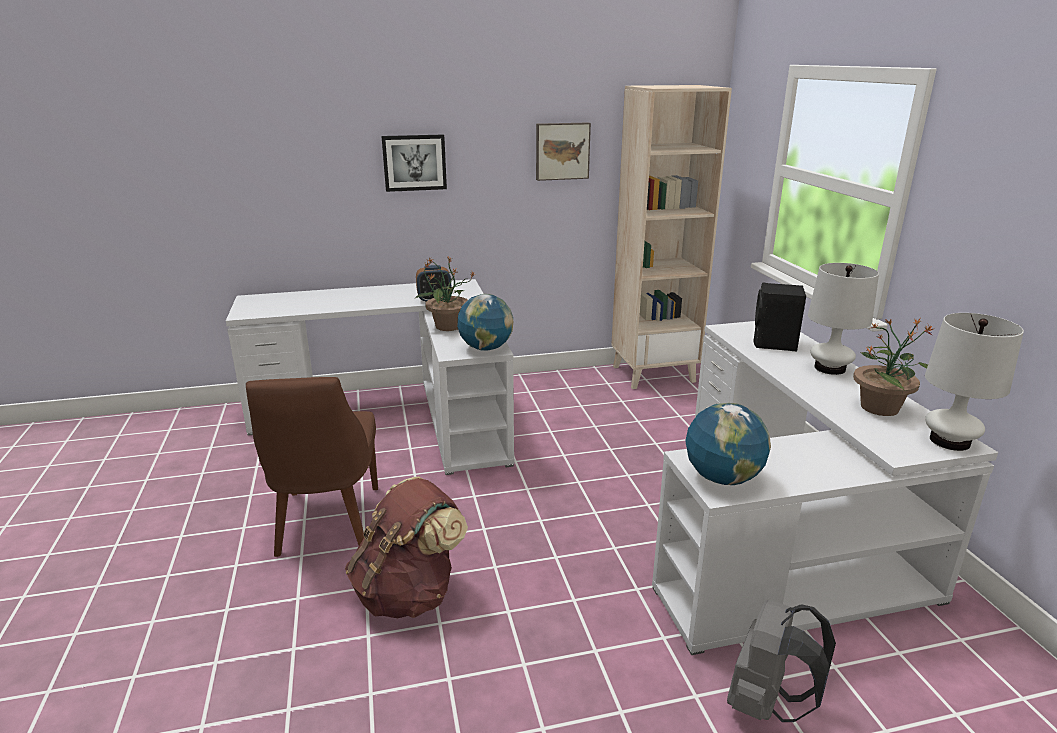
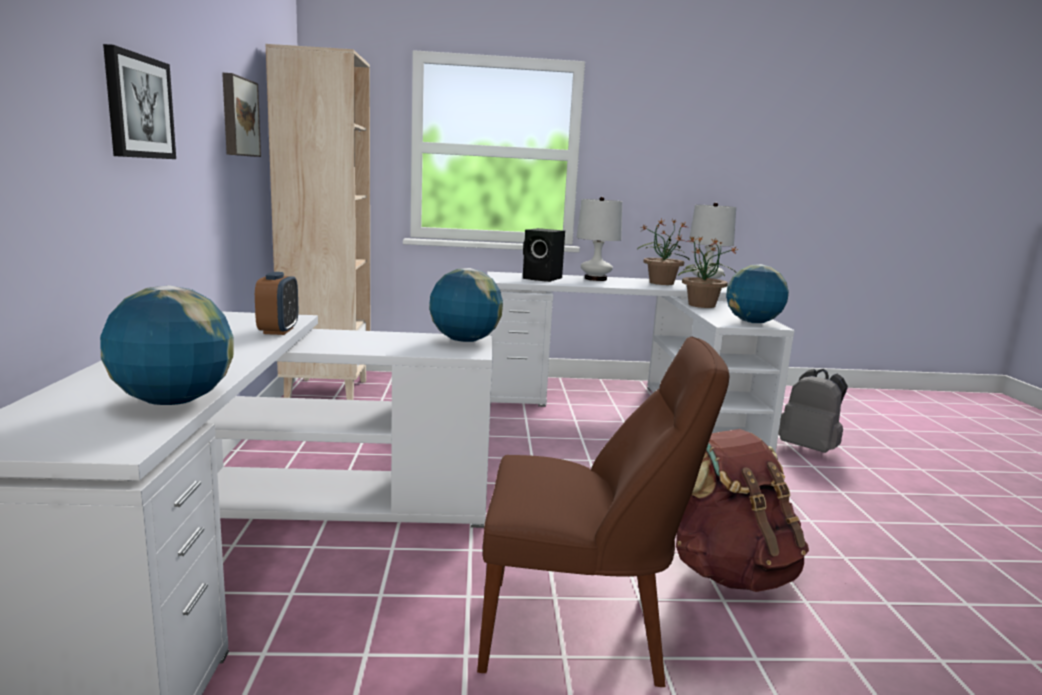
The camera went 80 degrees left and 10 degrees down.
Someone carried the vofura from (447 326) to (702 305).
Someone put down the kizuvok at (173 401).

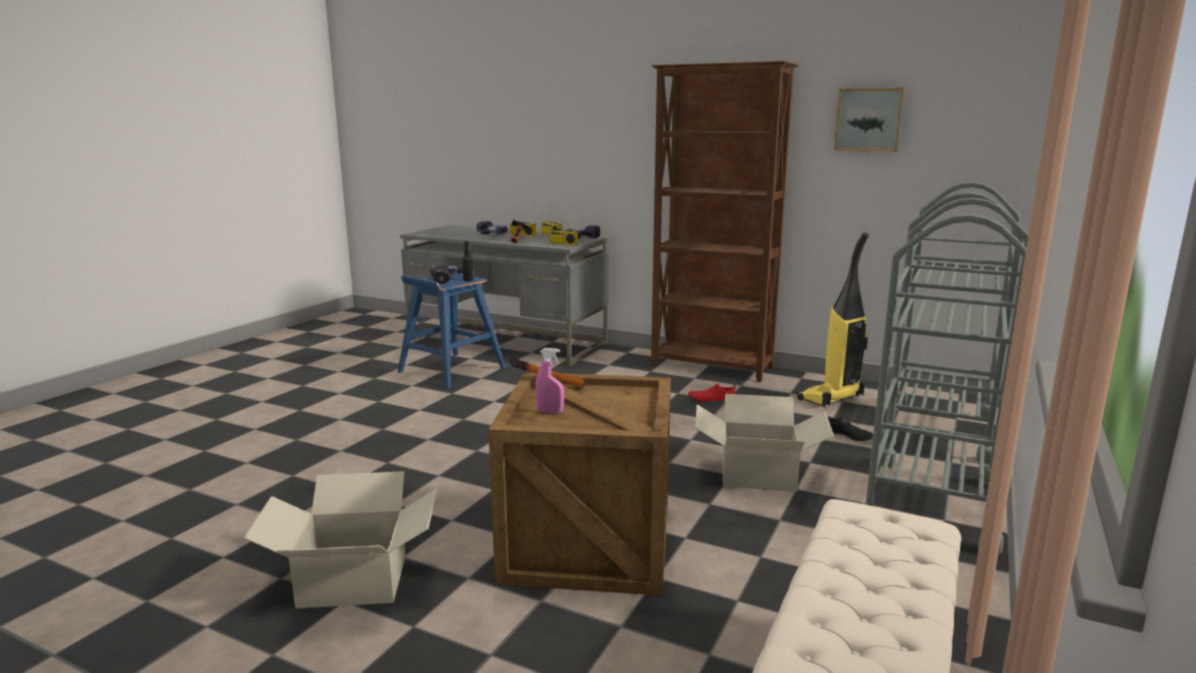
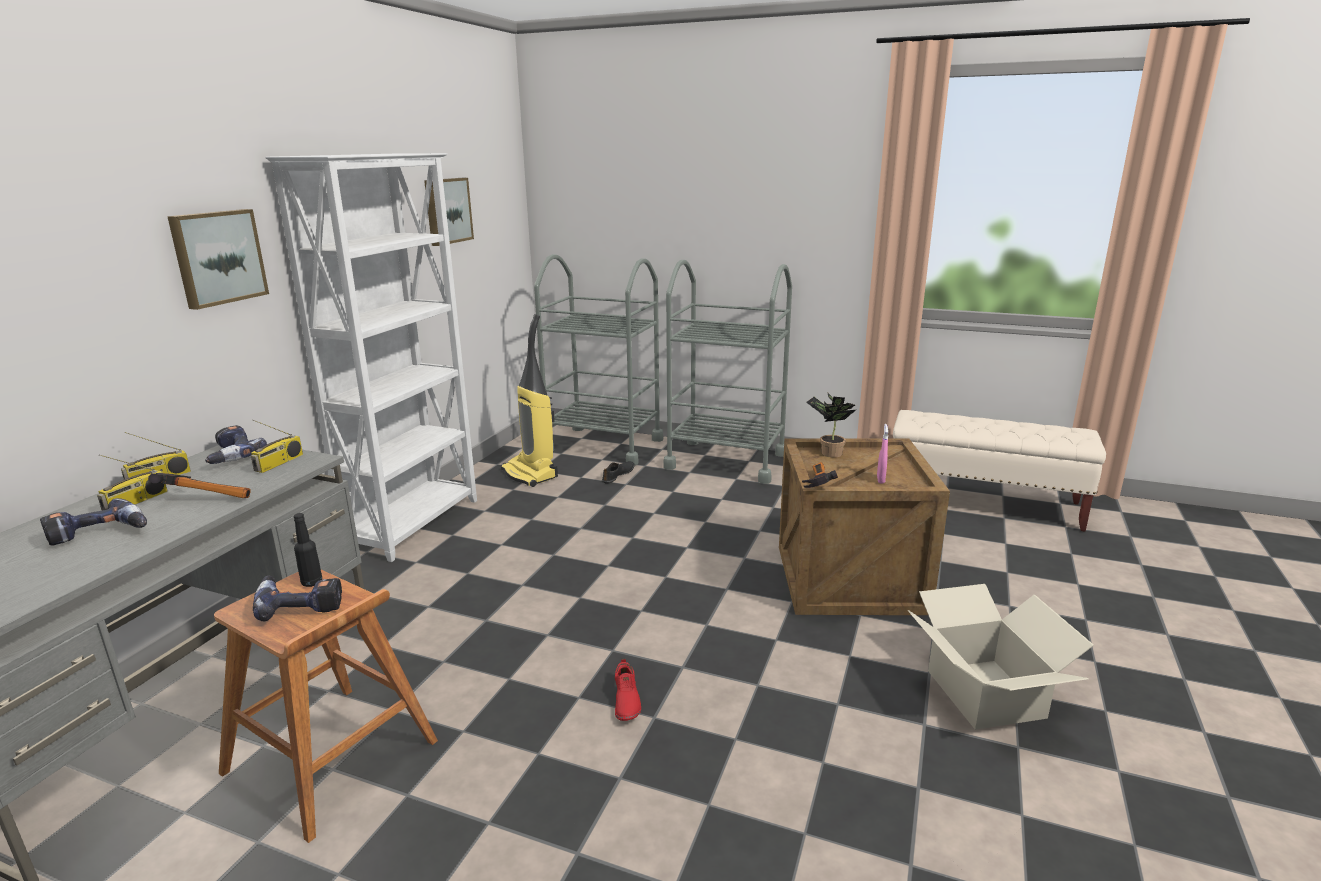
The camera went 95 degrees left and 5 degrees up.
Someone repainted the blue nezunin at (450 370), which became the brown nezunin at (332 758).
Someone repainted the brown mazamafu at (712 367), which became the white mazamafu at (416 524).
Someone carried the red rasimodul from (712 400) to (626 701).
Someone took away the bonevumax at (758 475).
Someone put up the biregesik at (217 257).
Someone put down the vofura at (828 453).

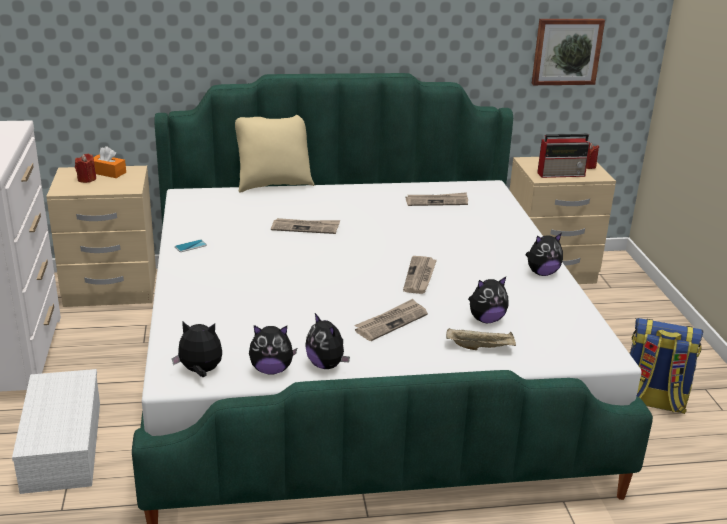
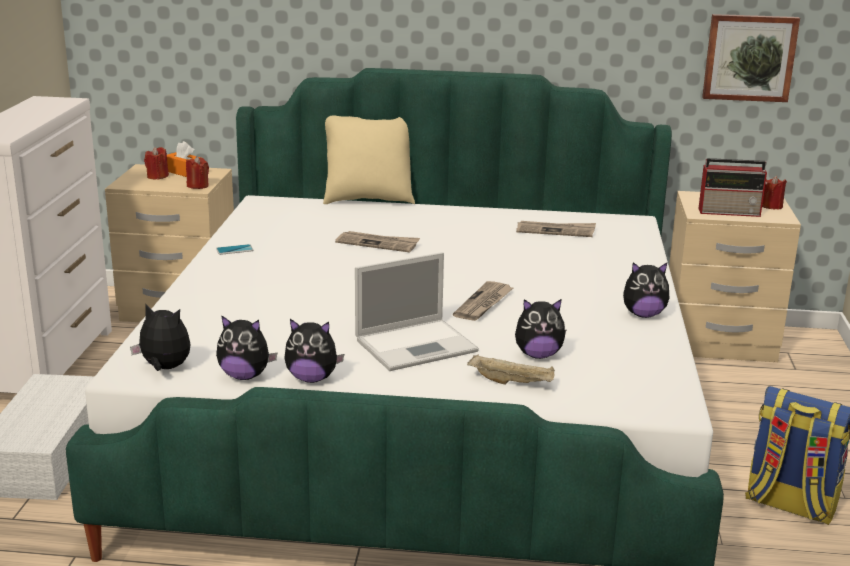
The camera went 15 degrees right and 5 degrees down.
Someone rotated the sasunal at (326 365) by 60 degrees counterclockwise.
Someone swapped the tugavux at (391 322) for the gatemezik at (418 345).
Someone put down the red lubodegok at (198 186).

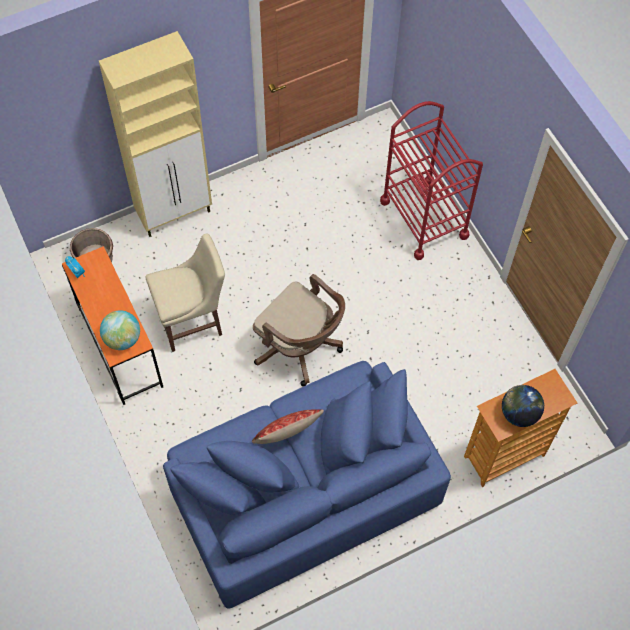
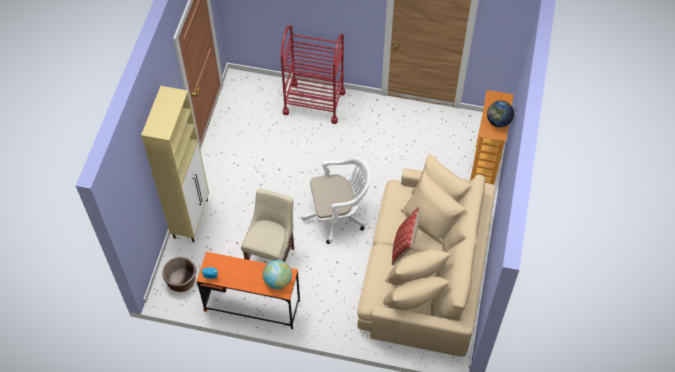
The camera went 50 degrees left and 5 degrees down.
Someone repainted the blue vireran at (302 490), which became the beige vireran at (424 273).
Someone repainted the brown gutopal at (300 348), which became the white gutopal at (338 215).

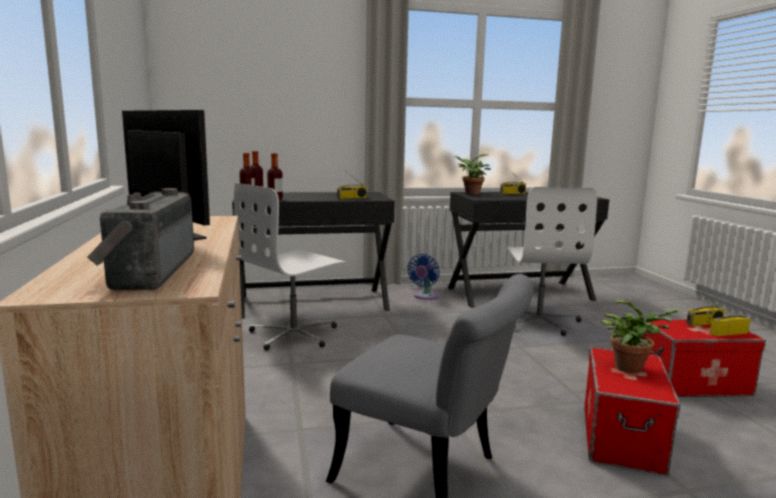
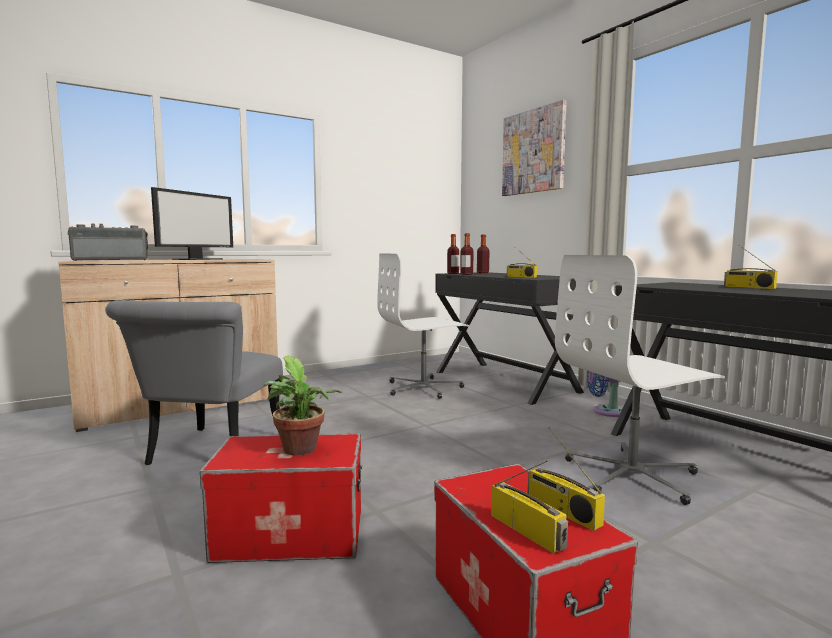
The camera went 70 degrees right and 5 degrees down.
Someone rotated the white gutopal at (294 334) by 45 degrees counterclockwise.
Someone took away the vofura at (470 193).
Someone put up the biregesik at (533 151).

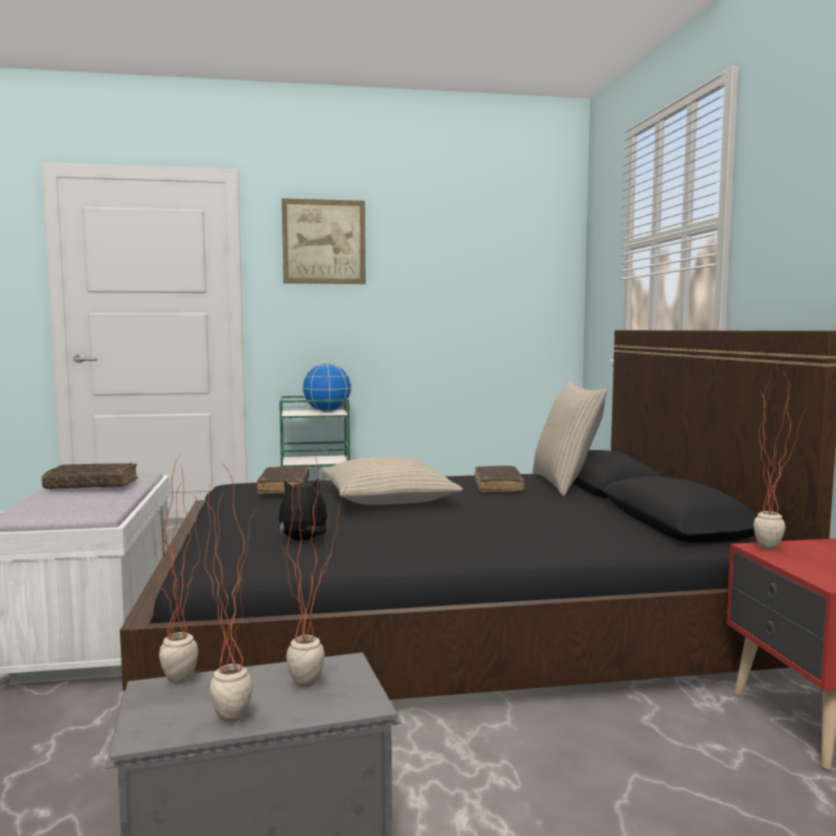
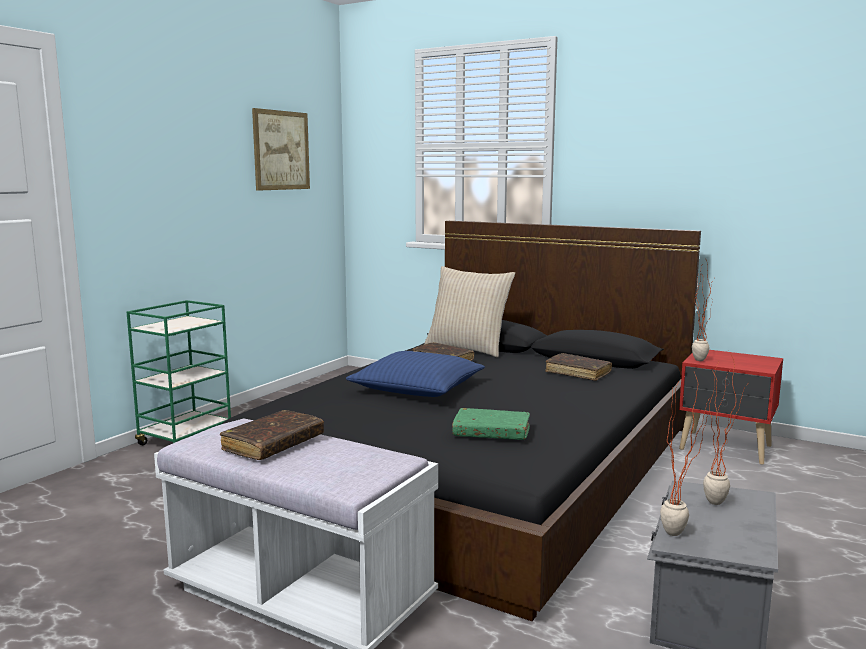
The camera went 50 degrees left and 5 degrees up.
Someone took away the vofura at (236 712).
Someone carried the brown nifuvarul from (284 488) to (578 373).
Someone swapped the sasunal at (304 541) for the green nifuvarul at (491 433).
Someone carried the biregesik from (324 242) to (281 150).
Someone took away the kizuvok at (327 412).
Someone repainted the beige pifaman at (387 498), which became the blue pifaman at (417 388).

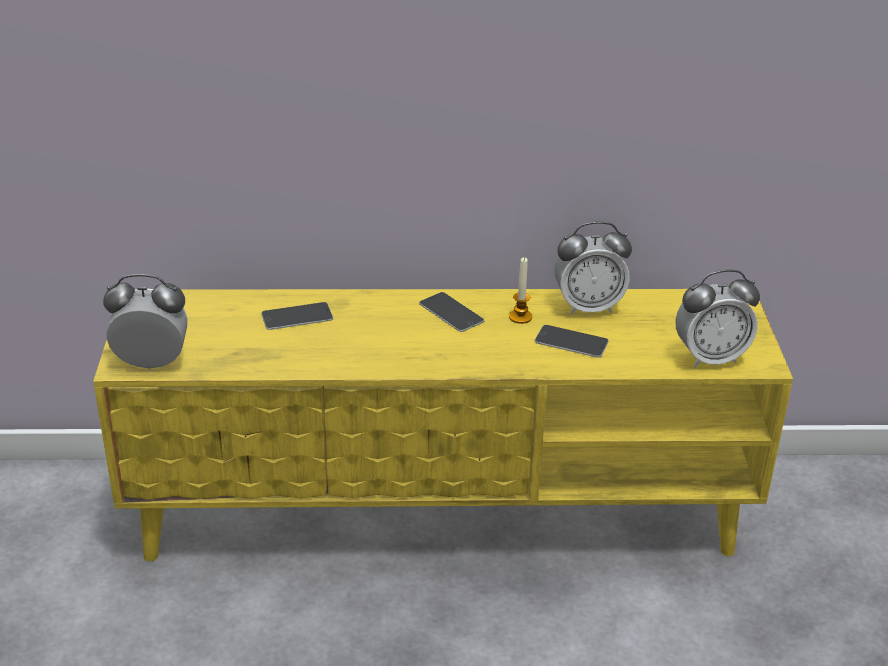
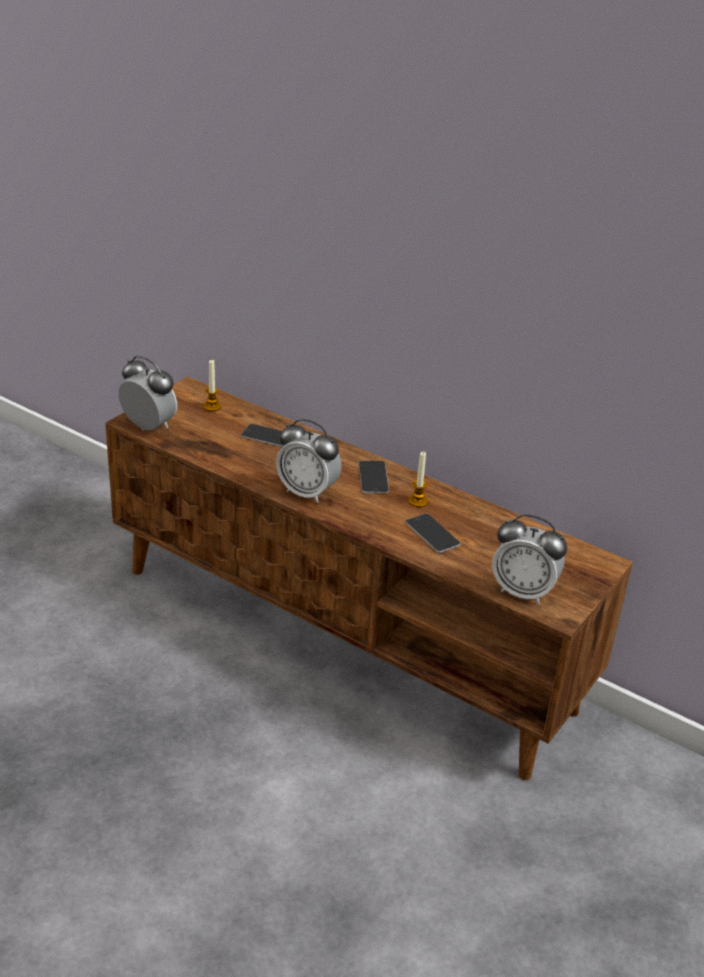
The camera went 35 degrees right and 0 degrees up.
Someone repainted the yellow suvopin at (442 511), which became the brown suvopin at (344 637).
Someone carried the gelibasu from (588 307) to (307 492).
Someone put down the lubodegok at (212 406).

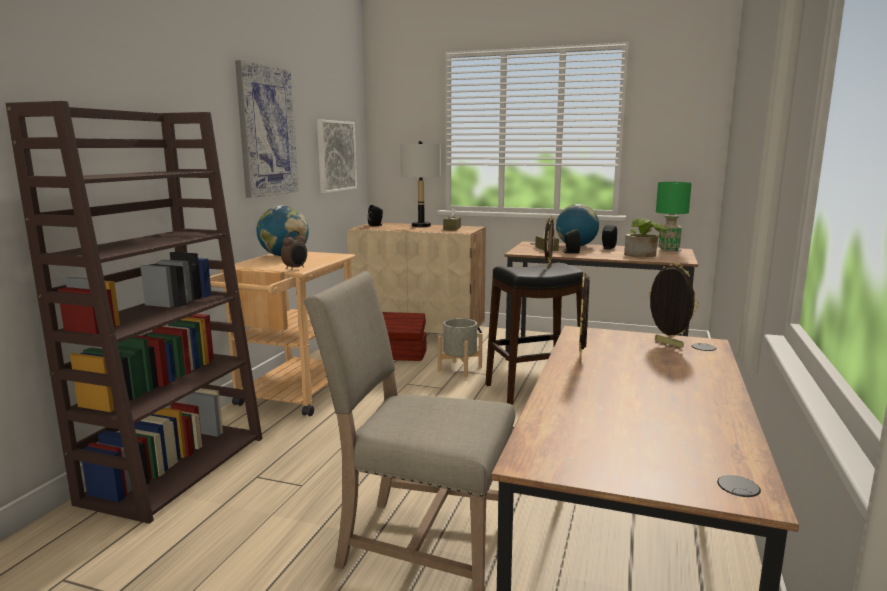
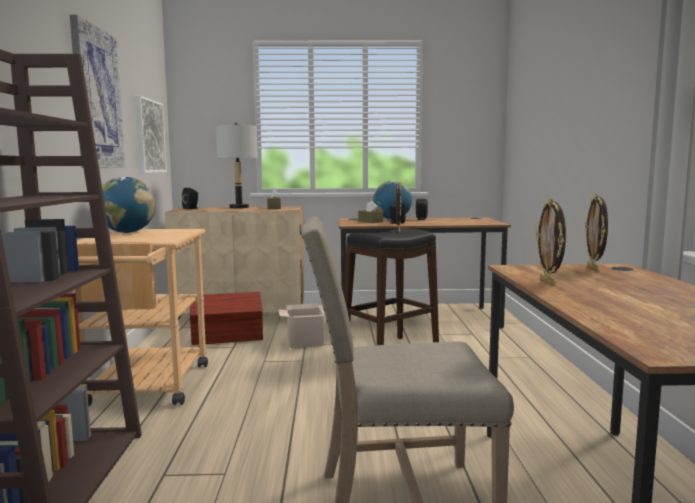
The camera went 20 degrees left and 5 degrees down.
Someone took away the gelibasu at (295 268).
Someone swapped the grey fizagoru at (459 368) for the bonevumax at (306 342).
Someone took away the vofura at (644 255).
Someone rotated the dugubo at (667 344) by 120 degrees counterclockwise.
Someone took away the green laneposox at (668 249).

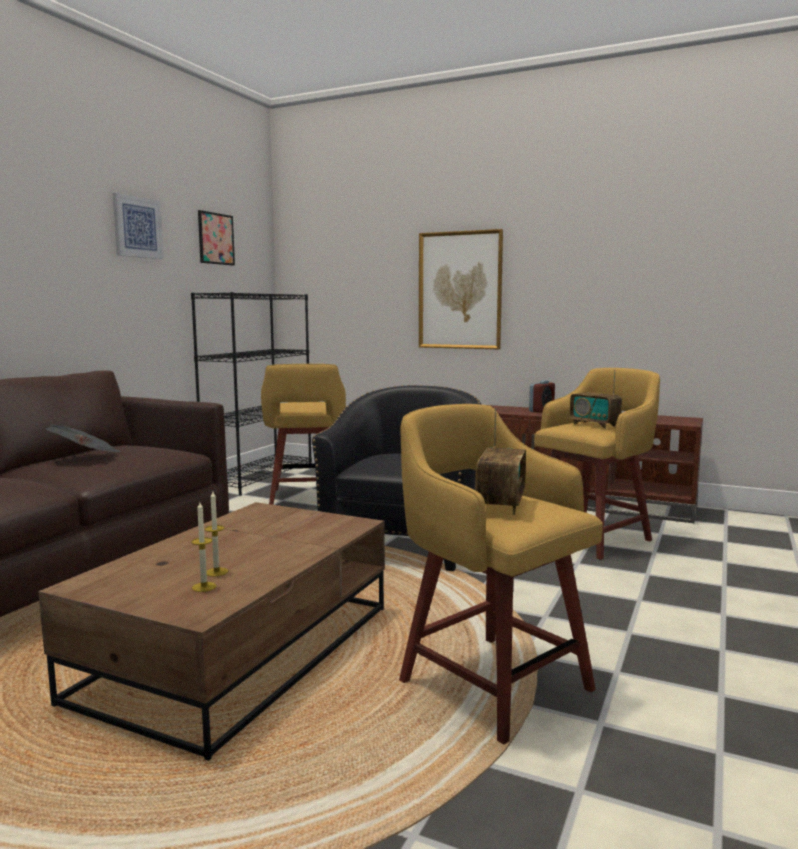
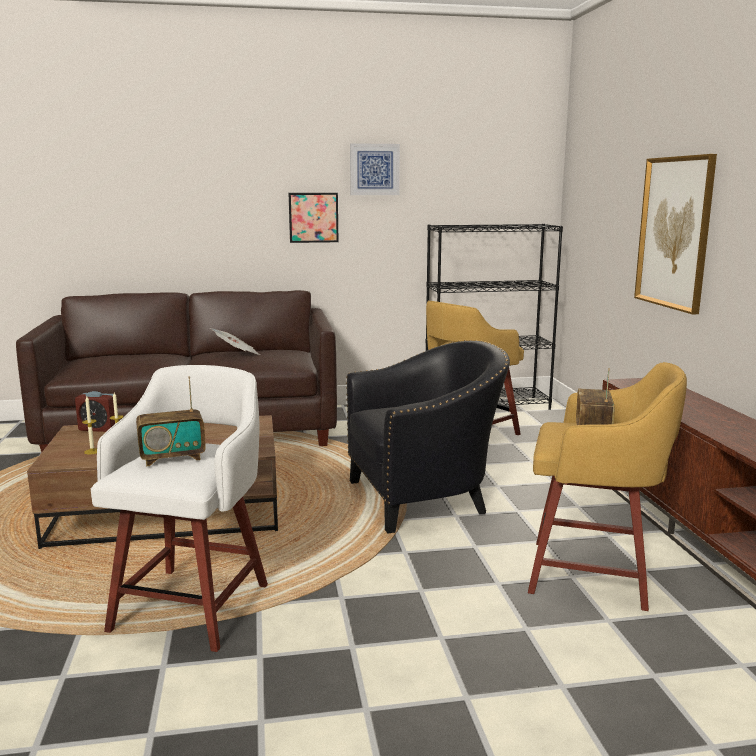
The camera went 55 degrees right and 5 degrees up.
Someone carried the biregesik from (216 238) to (313 217).
Someone repainted the yellow nezunin at (491 682), which became the white nezunin at (194 605).
Someone carried the gelibasu from (541 410) to (98 429).

